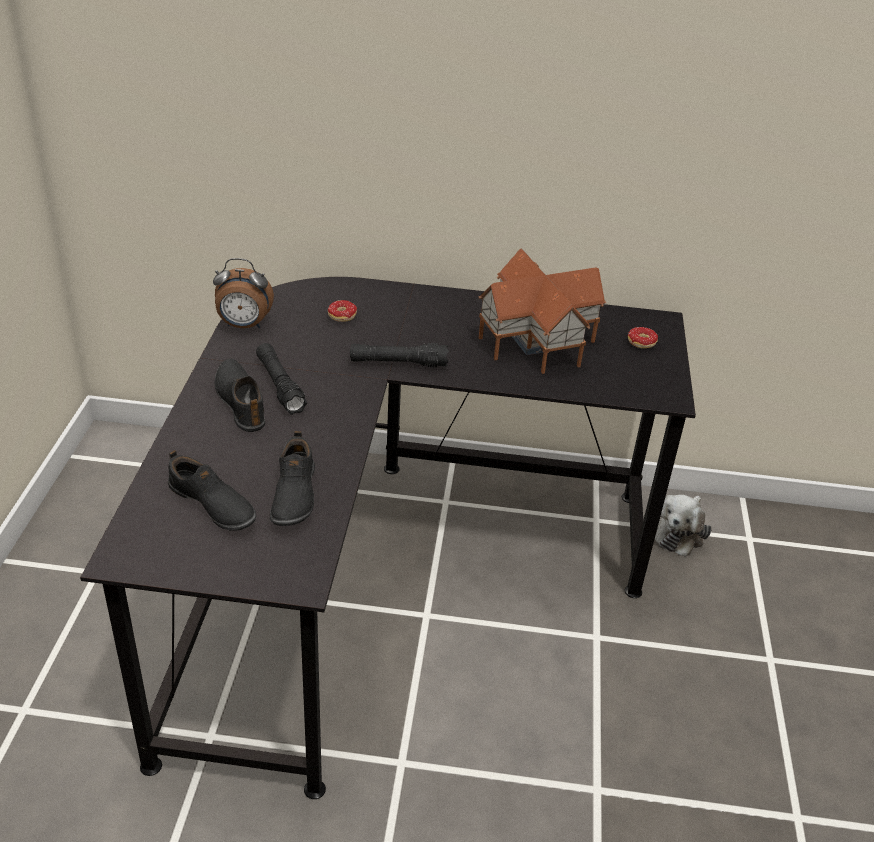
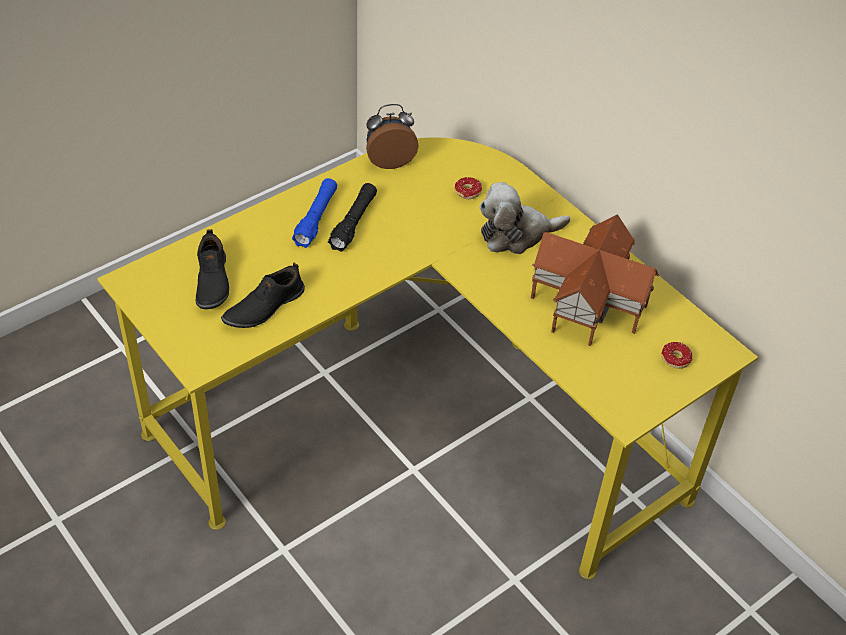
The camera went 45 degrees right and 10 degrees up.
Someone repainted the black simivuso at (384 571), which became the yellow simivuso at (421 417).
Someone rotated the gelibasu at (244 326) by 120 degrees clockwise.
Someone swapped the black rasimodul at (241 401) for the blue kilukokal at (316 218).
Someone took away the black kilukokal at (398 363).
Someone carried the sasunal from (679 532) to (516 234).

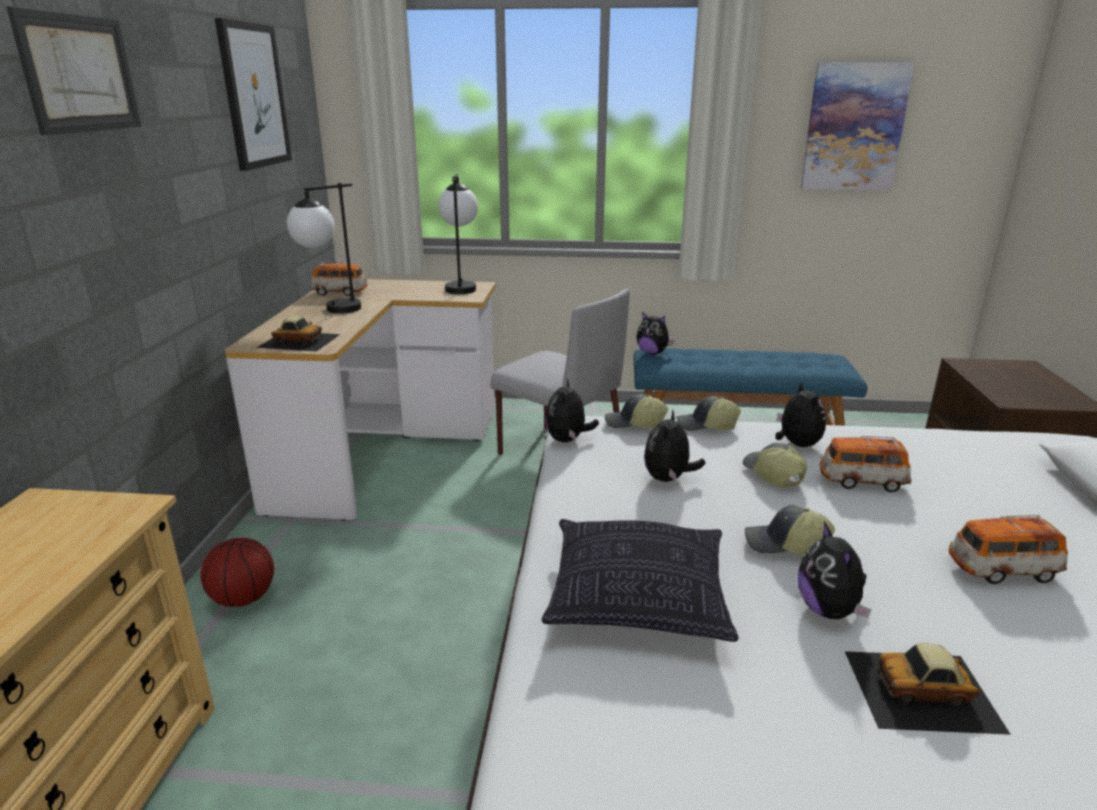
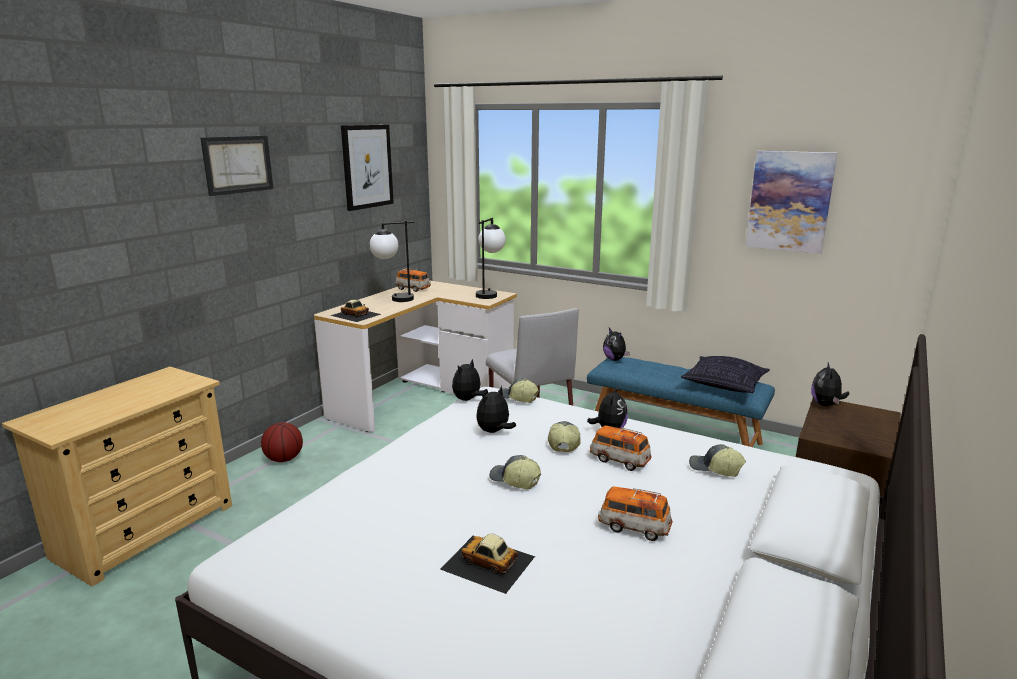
The camera went 25 degrees right and 5 degrees down.
Someone carried the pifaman from (636 599) to (723 385).
Someone carried the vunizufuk from (706 426) to (714 469).
Someone carried the sasunal from (829 610) to (826 405).

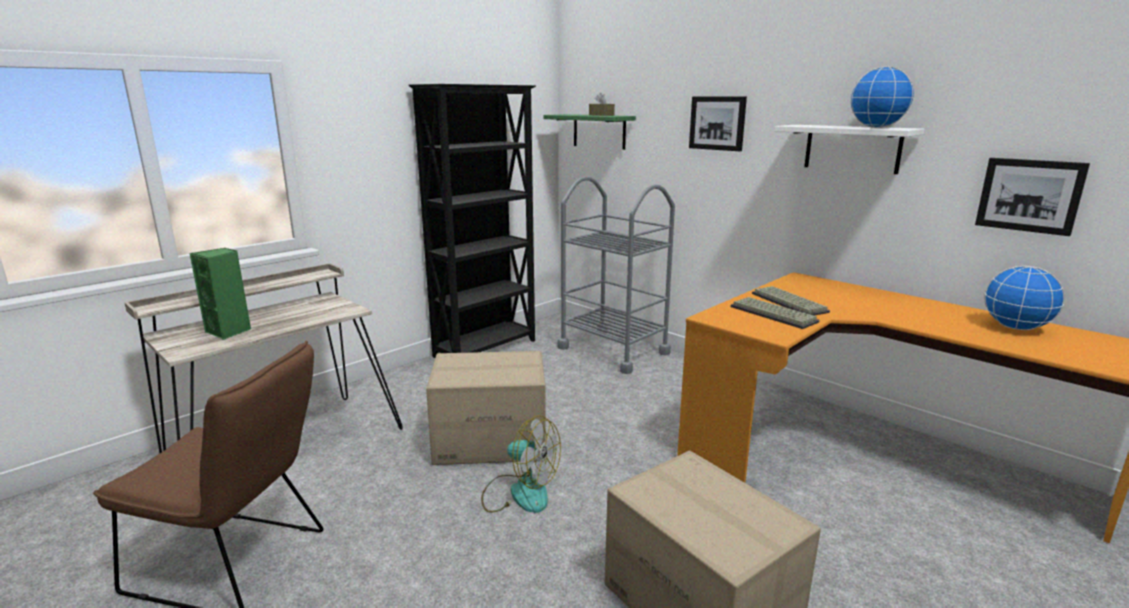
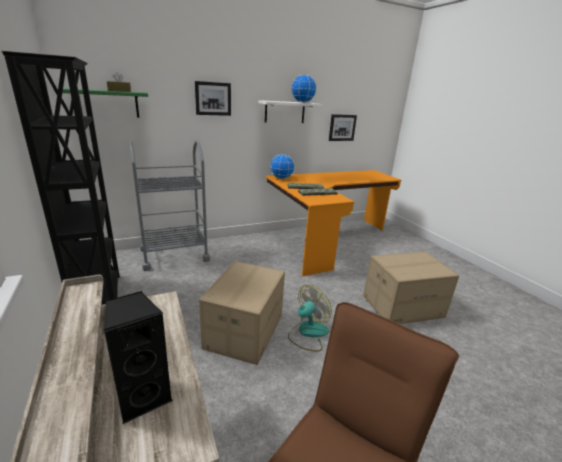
The camera went 70 degrees left and 5 degrees up.
Someone repainted the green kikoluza at (229 331), which became the black kikoluza at (144 396).
Someone carried the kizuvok from (1015 328) to (281 178).

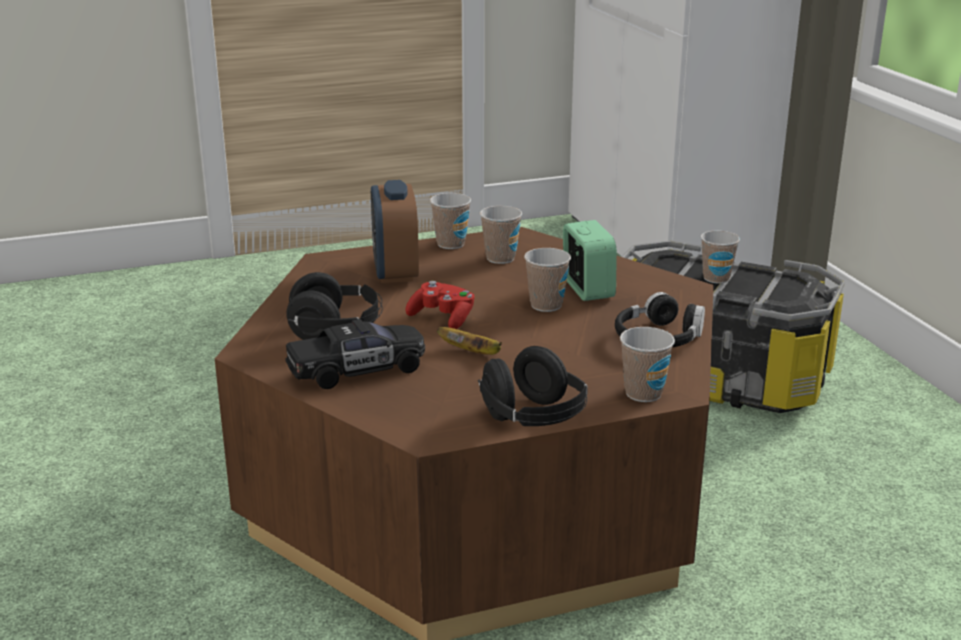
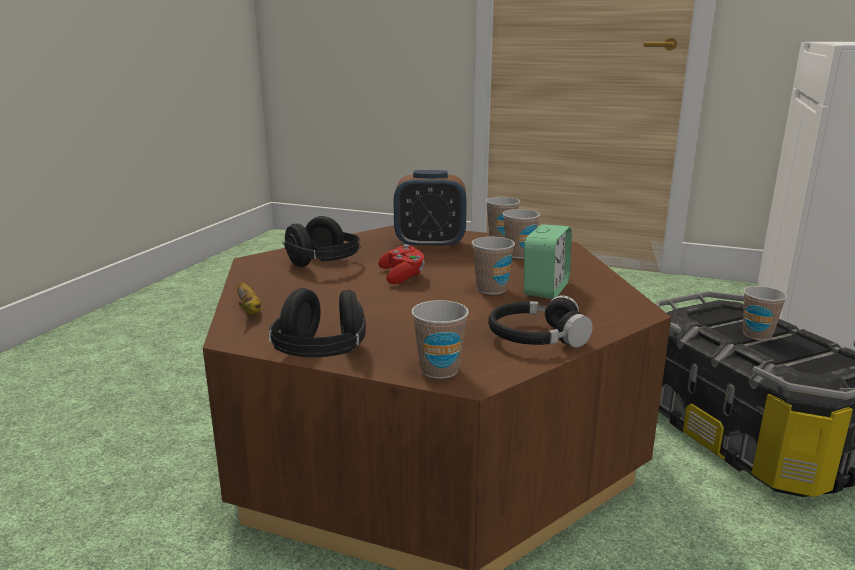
The camera went 40 degrees right and 5 degrees down.
Someone took away the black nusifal at (358 370).
Someone rotated the gelibasu at (395 272) by 120 degrees counterclockwise.
Someone carried the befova from (472 352) to (249 310).

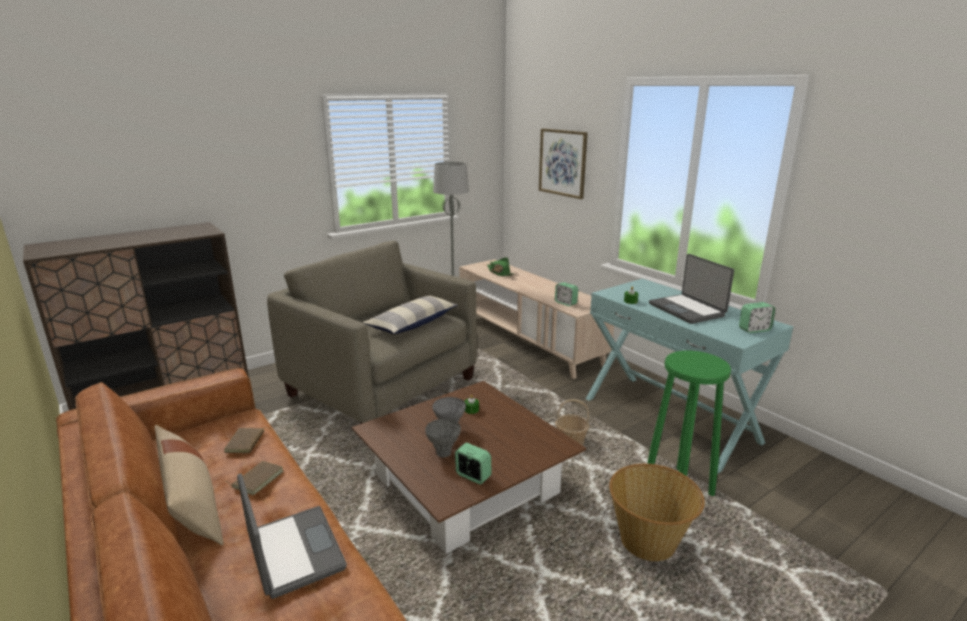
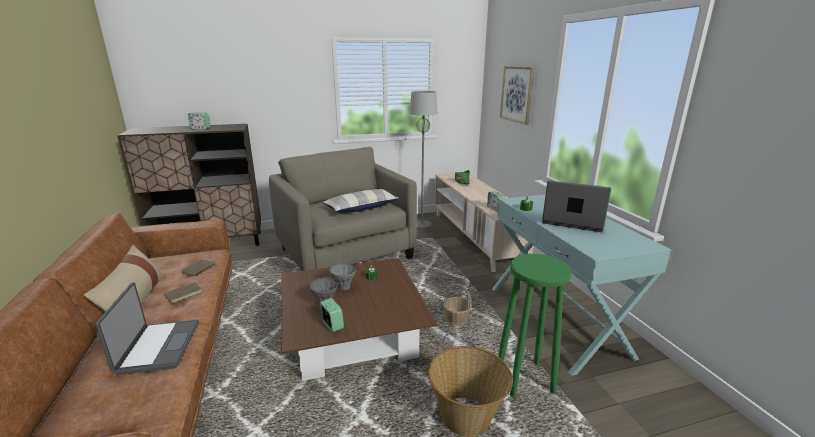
The camera went 20 degrees right and 0 degrees up.
Someone rotated the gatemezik at (687 310) by 120 degrees clockwise.
Someone carried the gelibasu from (754 329) to (200 129).

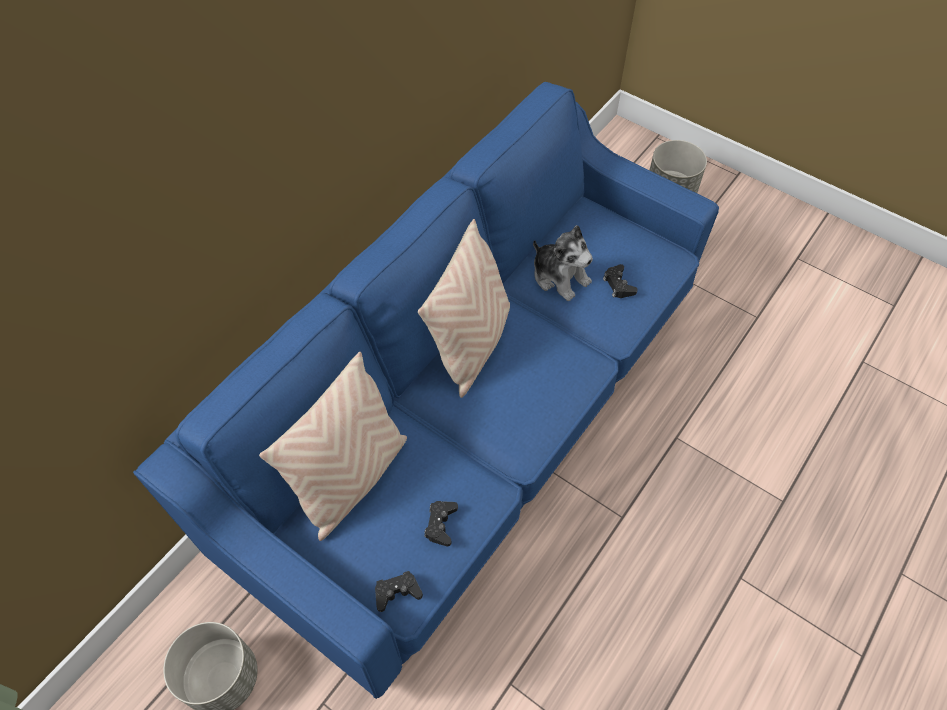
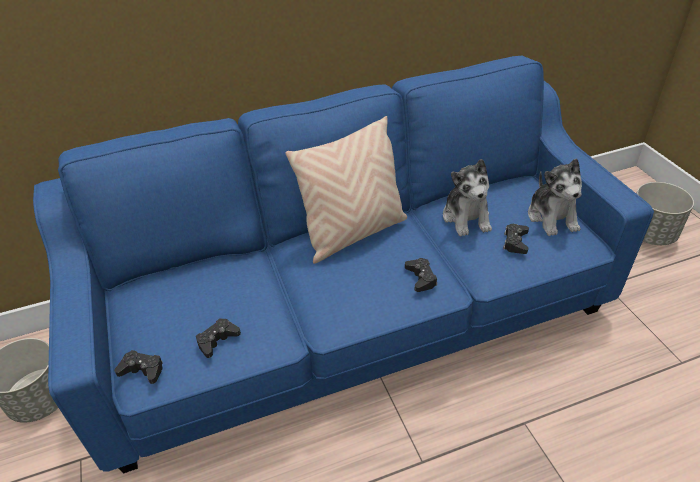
The camera went 35 degrees right and 15 degrees down.
Someone took away the beige pifaman at (351 479).
Someone put down the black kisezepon at (421 278).
Someone put down the sasunal at (552 217).

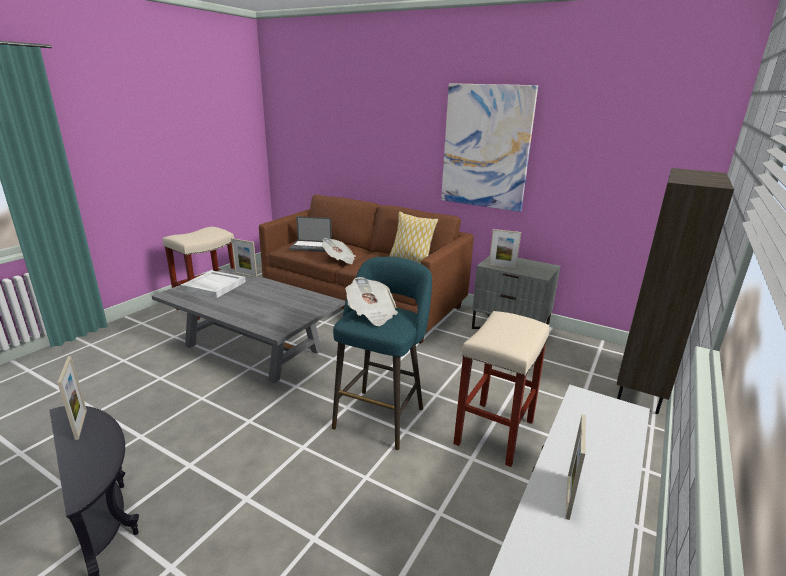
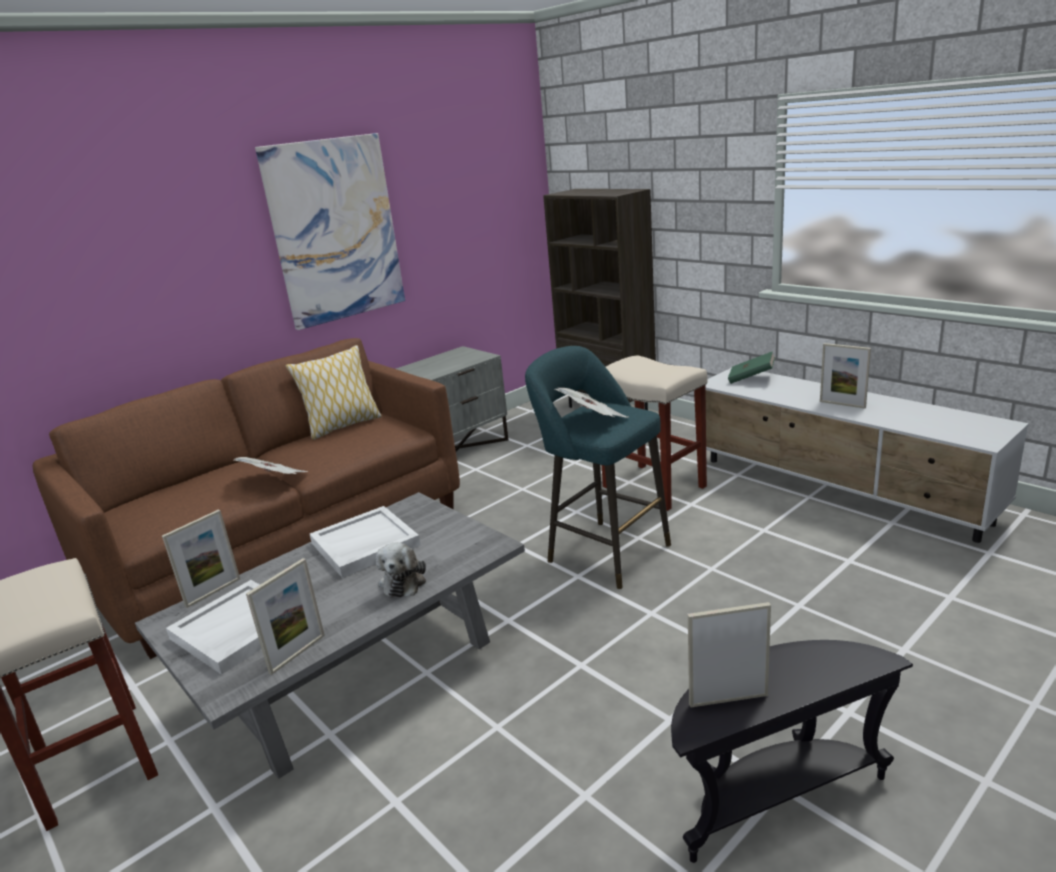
The camera went 70 degrees left and 0 degrees up.
Someone took away the gatemezik at (311 246).
Someone carried the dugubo from (502 267) to (297 654).
Someone put down the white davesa at (364 545).
Someone put down the sasunal at (404 581).
Someone put down the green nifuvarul at (751 379).

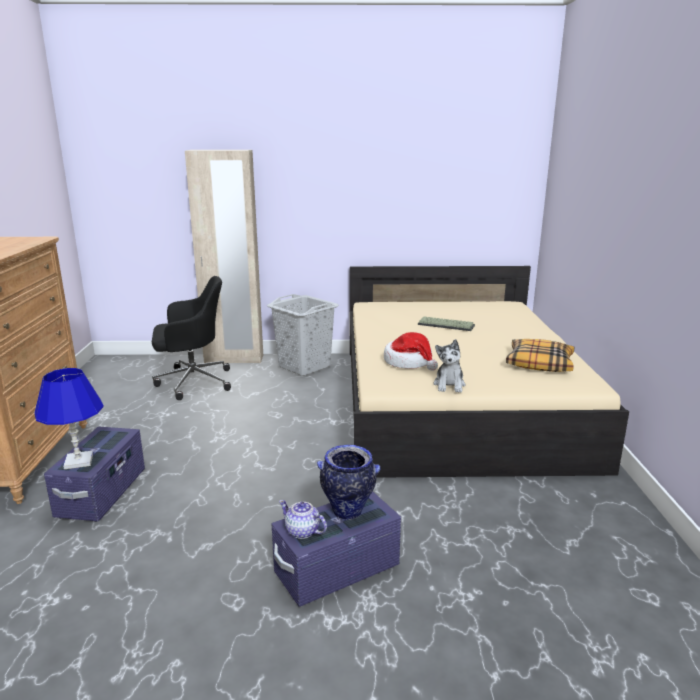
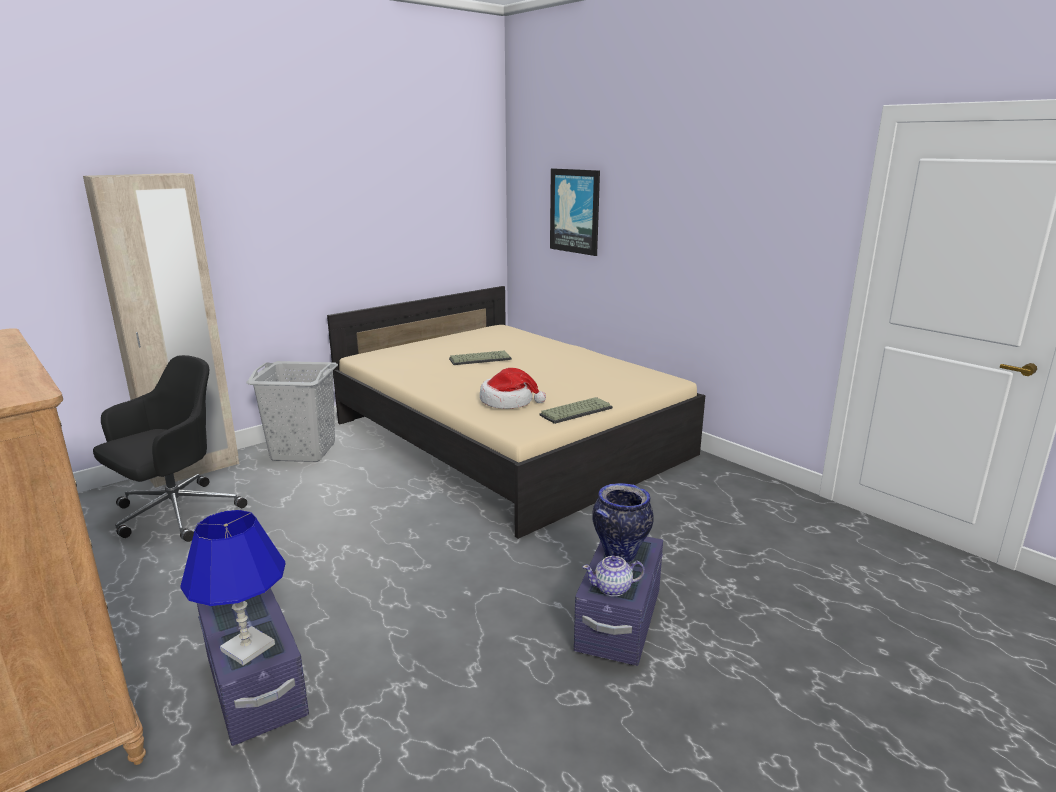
The camera went 40 degrees left and 0 degrees up.
Someone swapped the sasunal at (449 385) for the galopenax at (576 411).
Someone took away the pifaman at (539 363).
Someone put up the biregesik at (575 211).

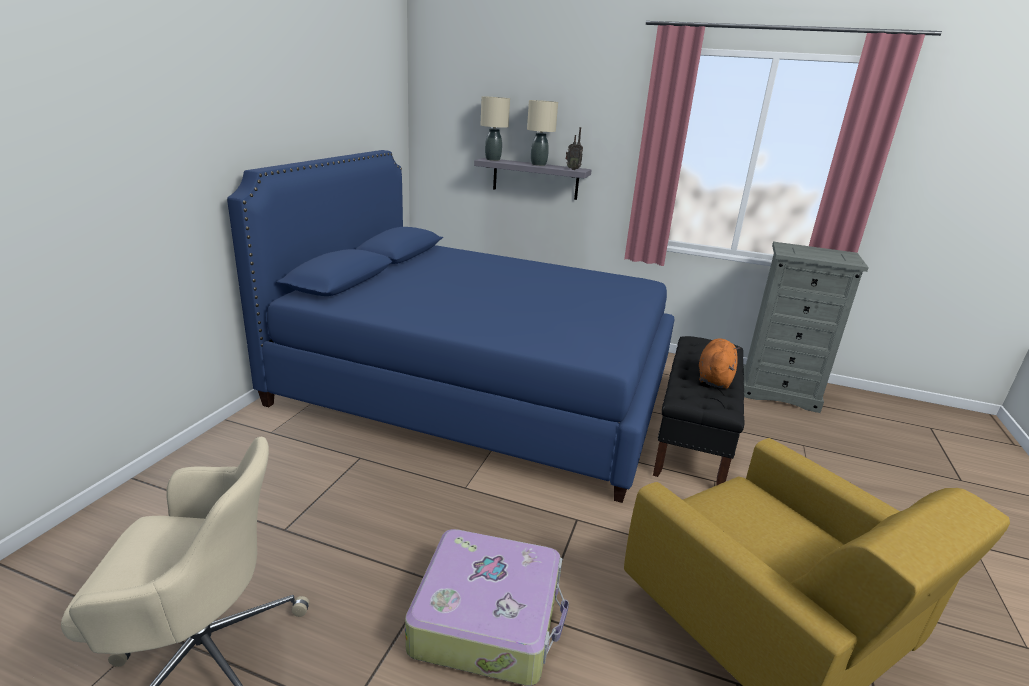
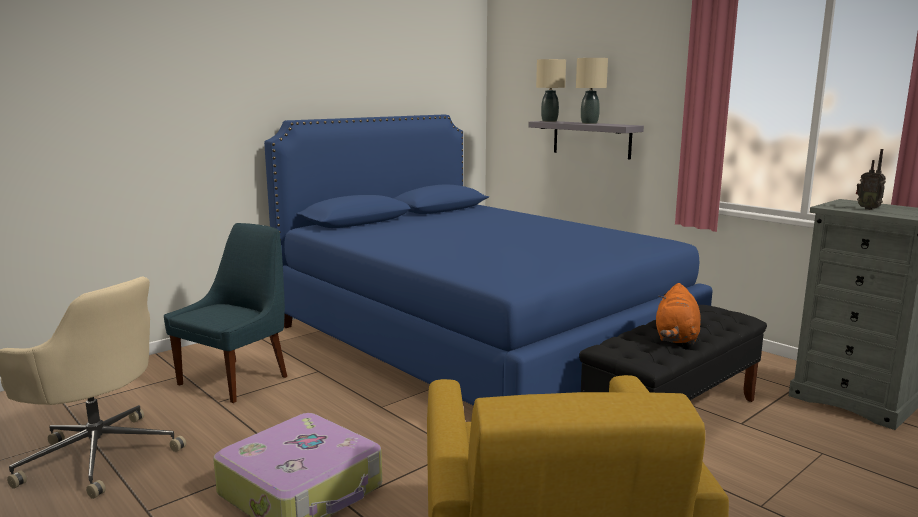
The camera went 30 degrees right and 10 degrees down.
Someone carried the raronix from (573 169) to (868 209).
Someone rotated the orange sasunal at (714 378) by 150 degrees clockwise.
Someone put down the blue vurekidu at (237 379).

